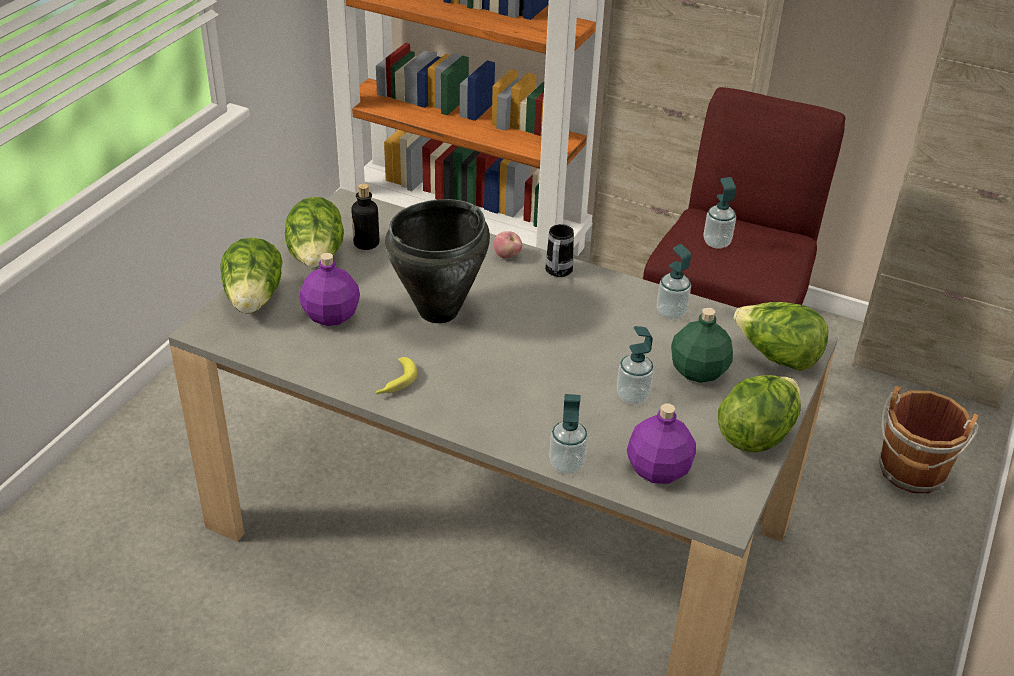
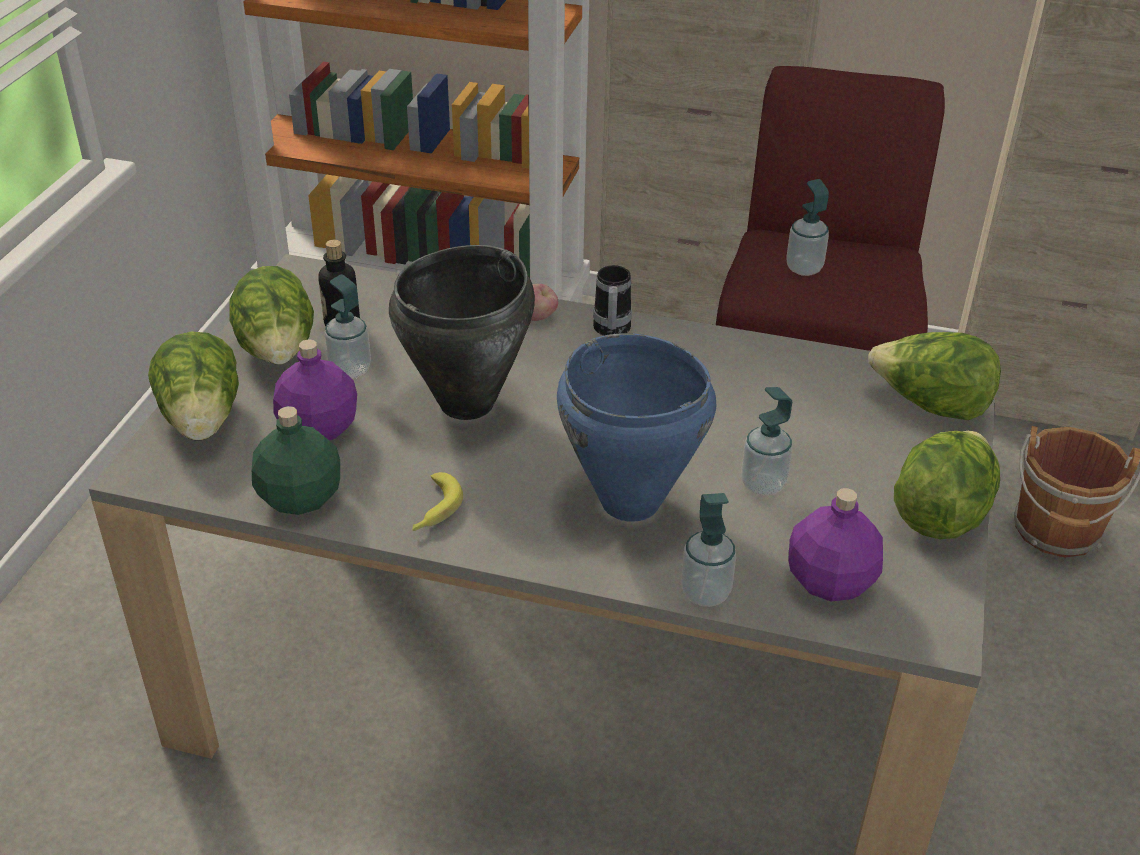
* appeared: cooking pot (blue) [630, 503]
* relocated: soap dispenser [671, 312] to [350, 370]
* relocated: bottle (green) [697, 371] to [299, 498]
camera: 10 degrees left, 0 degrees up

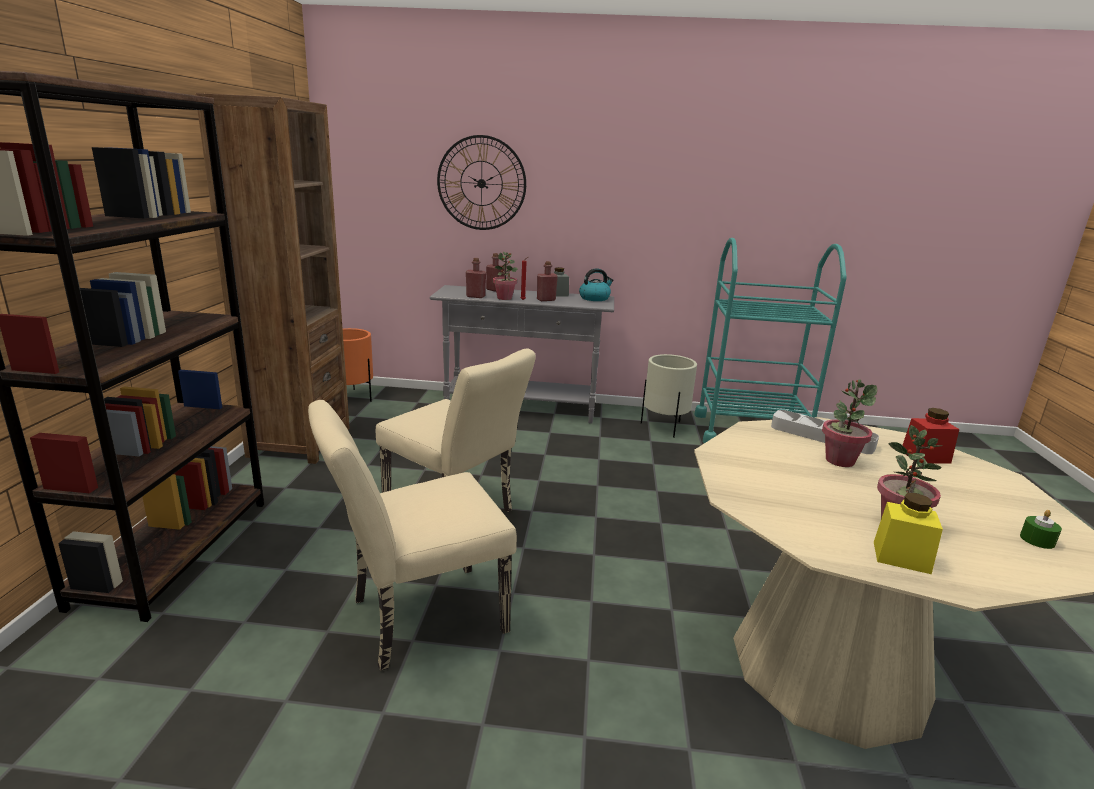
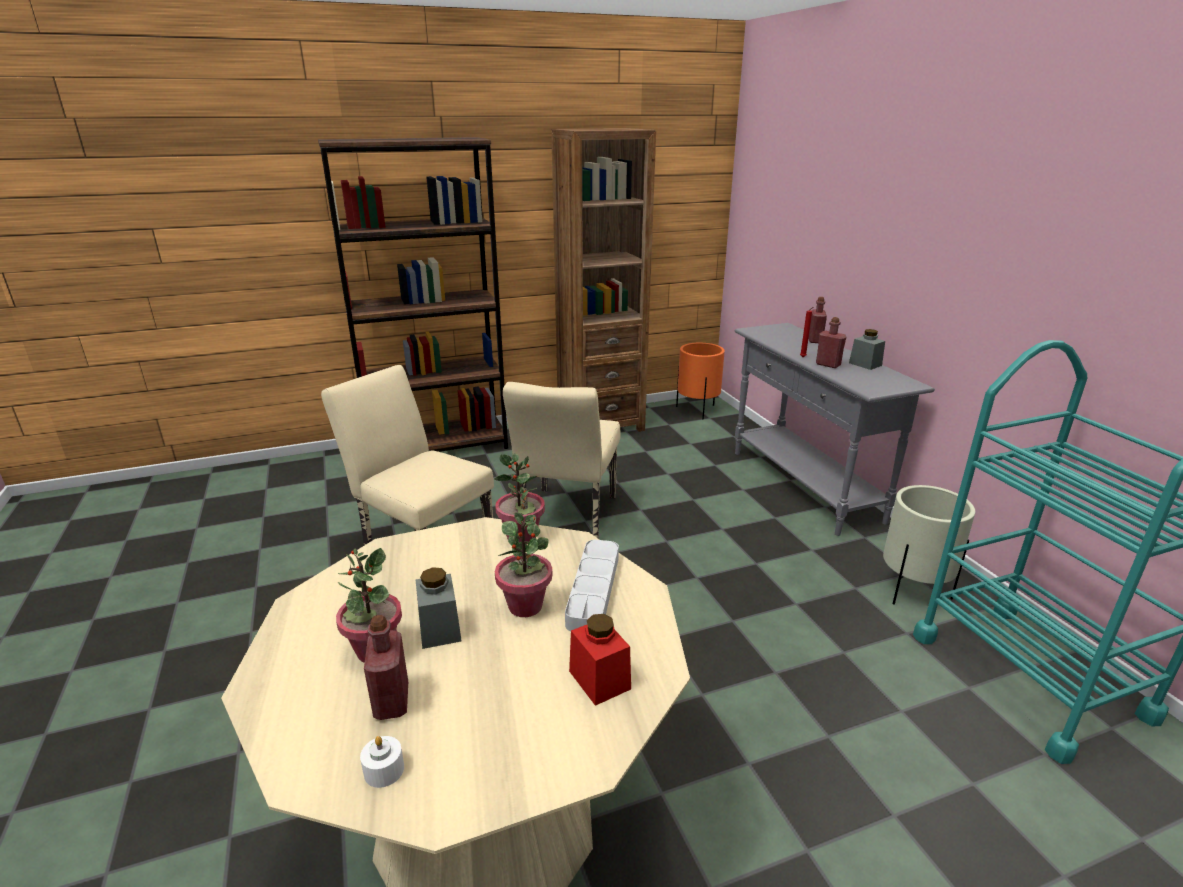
* missing: wall clock [481, 183]
* missing: kettle [595, 298]
* missing: jar (yellow) [901, 557]
* appeared: jar (grey) [439, 629]
* relocated: bottle (red) [475, 296] to [391, 701]
* relocated: potted plant [504, 298] to [522, 537]
* colour: candle (green) [1037, 540] to candle (white) [384, 770]
camera: 65 degrees right, 5 degrees up

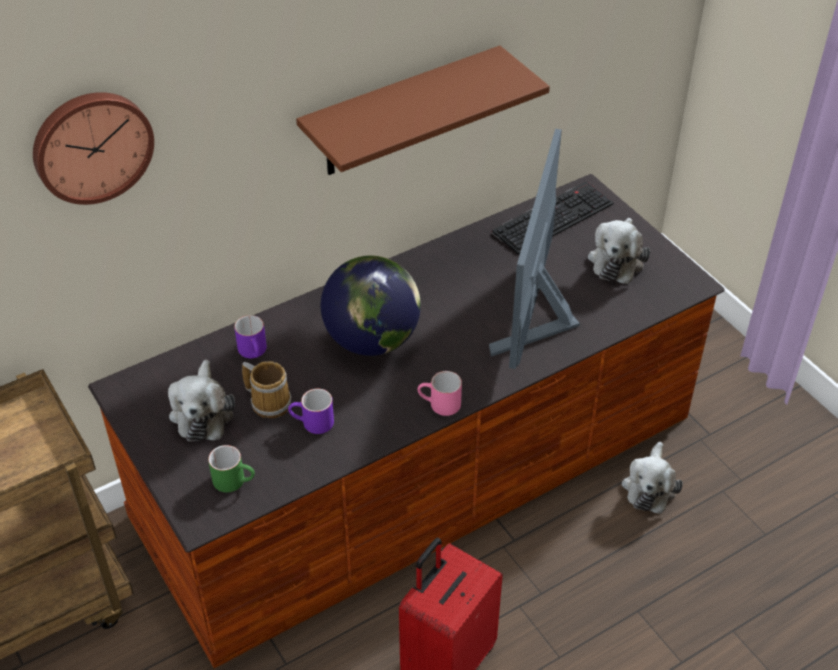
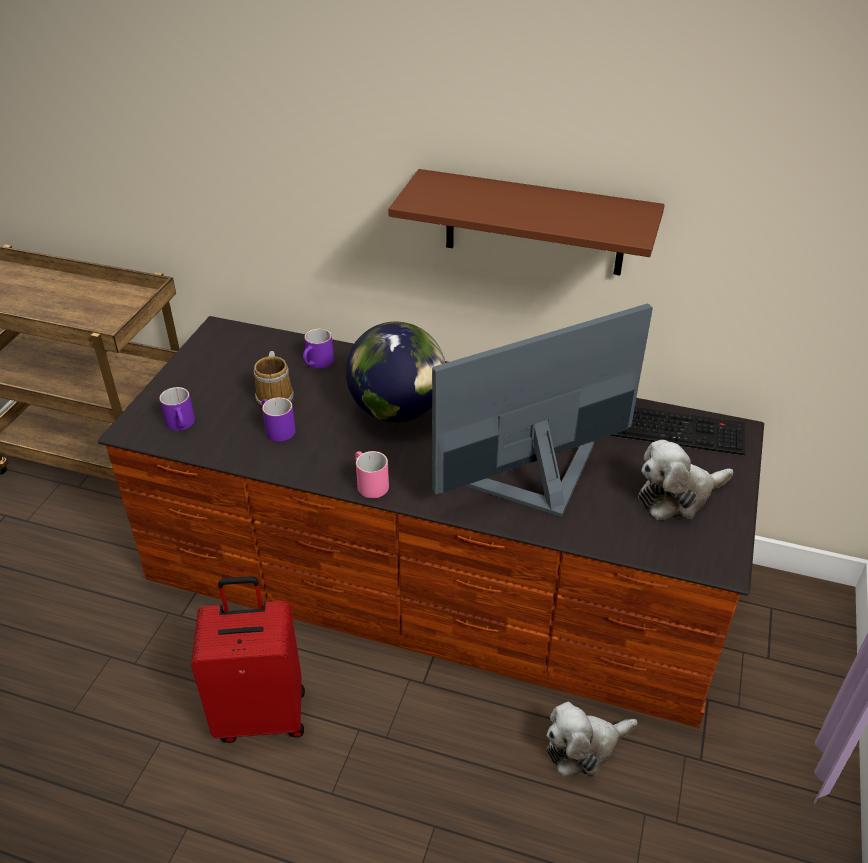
* missing: wall clock [91, 145]
* missing: plush toy [202, 412]
* colour: mug (green) [235, 480] to mug (purple) [182, 425]
camera: 50 degrees right, 5 degrees down

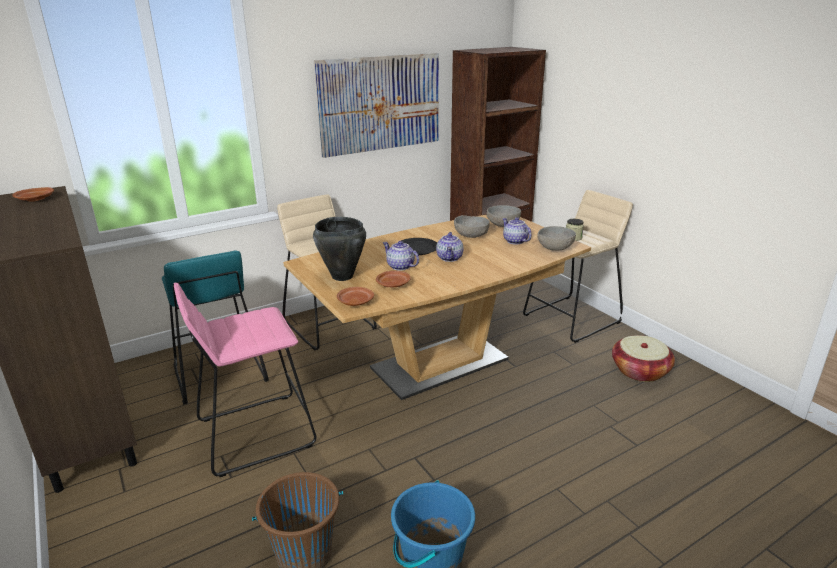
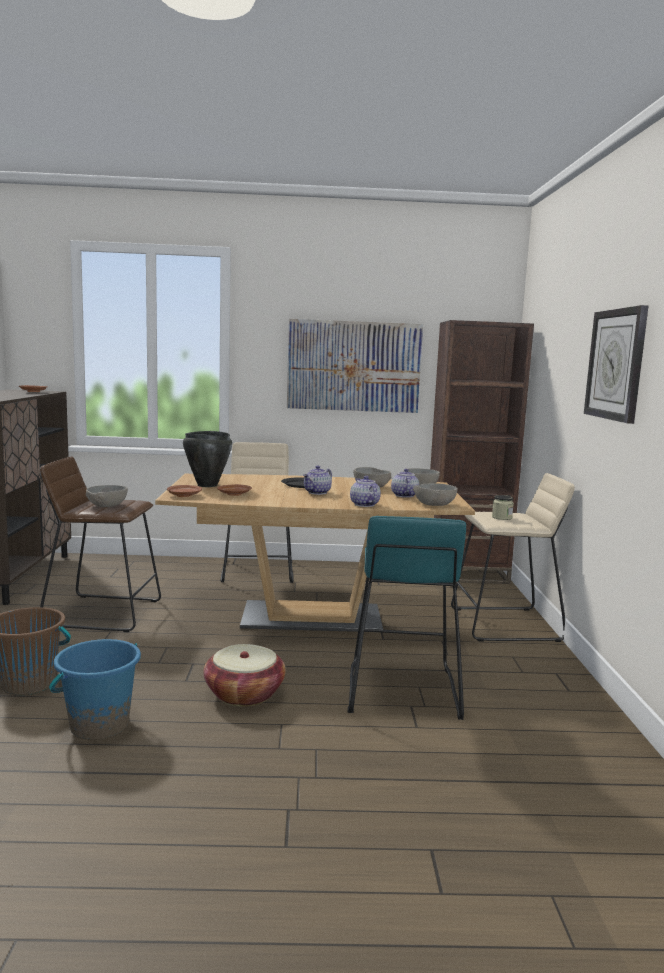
* appeared: bowl (grey) [106, 505]
* appeared: wall clock [616, 364]
* relocated: stool (turquoise) [218, 373] to [401, 690]
* relocated: teapot [400, 266] to [364, 504]
* relocated: basket [640, 371] to [244, 694]
* colour: stool (pink) [255, 432] to stool (brown) [103, 613]
camera: 30 degrees right, 15 degrees down

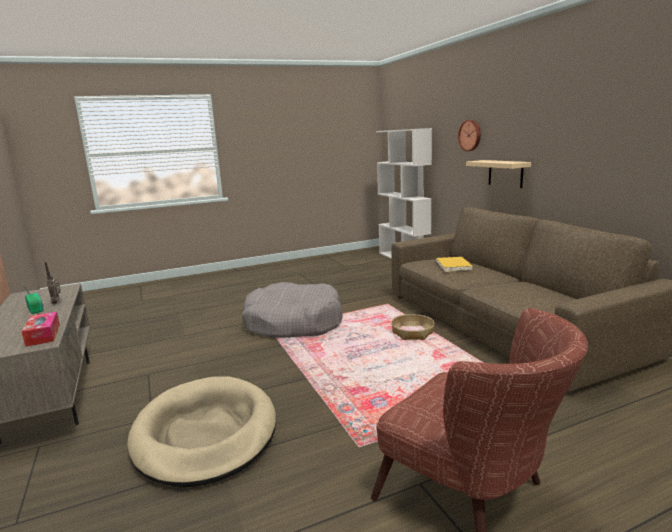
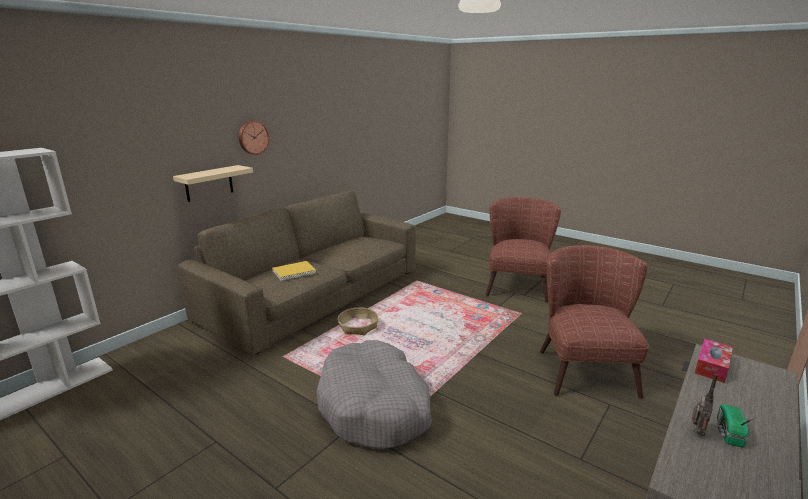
* relocated: wall clock [470, 135] to [253, 137]
* exchanged: dog bed (beige) [205, 433] to armchair (brown) [583, 367]
camera: 120 degrees left, 5 degrees up

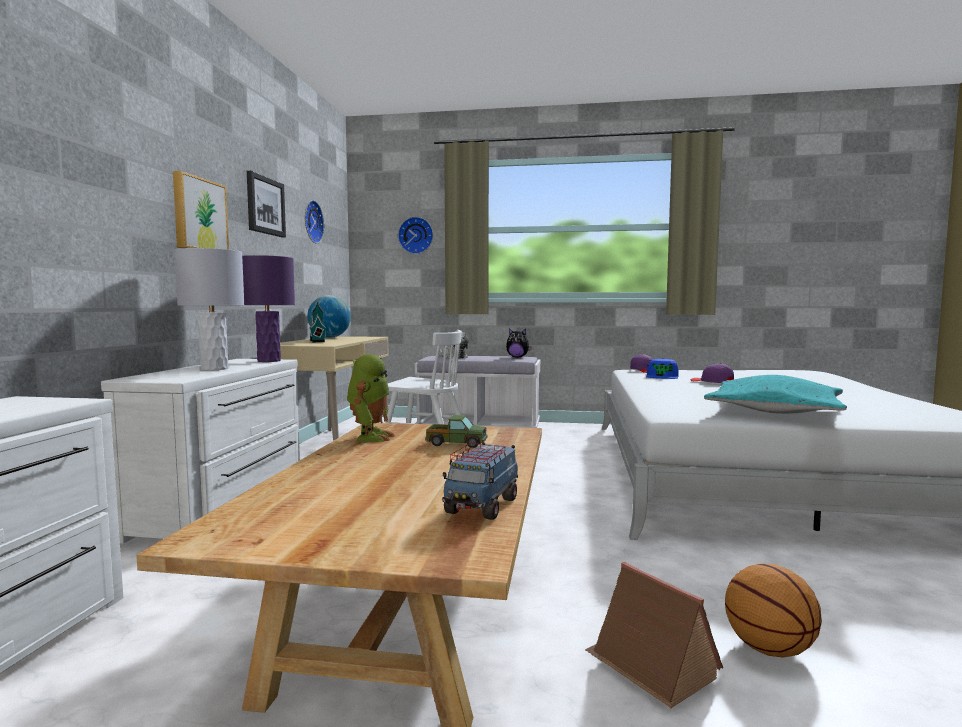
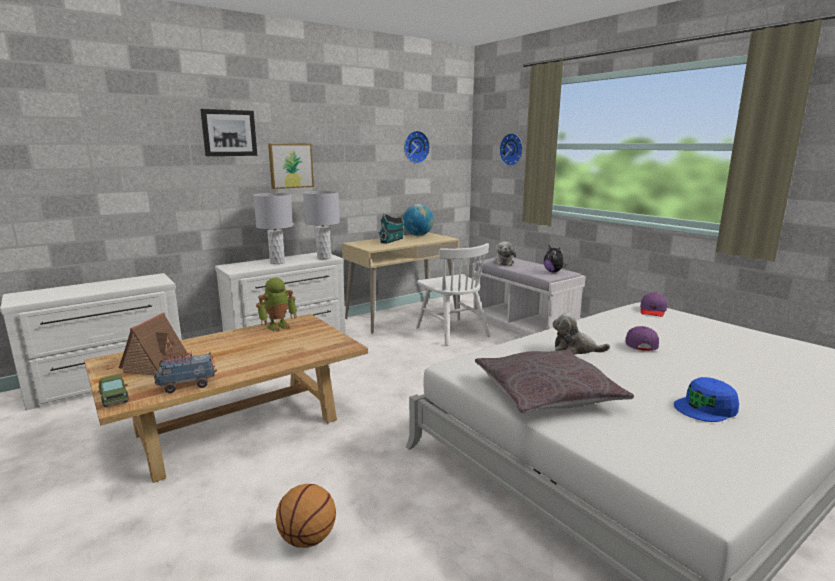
* appeared: plush toy [575, 349]
* relocated: picture [265, 206] to [229, 133]
* relocated: toy truck [456, 444] to [114, 397]
* relocated: toy house [650, 666] to [157, 363]
* relocated: cap (blue) [662, 376] to [706, 408]
* colour: table lamp (purple) [268, 361] to table lamp (grey) [324, 257]
* colour: pillow (turquoise) [774, 411] to pillow (grey) [546, 393]
camera: 45 degrees right, 10 degrees up

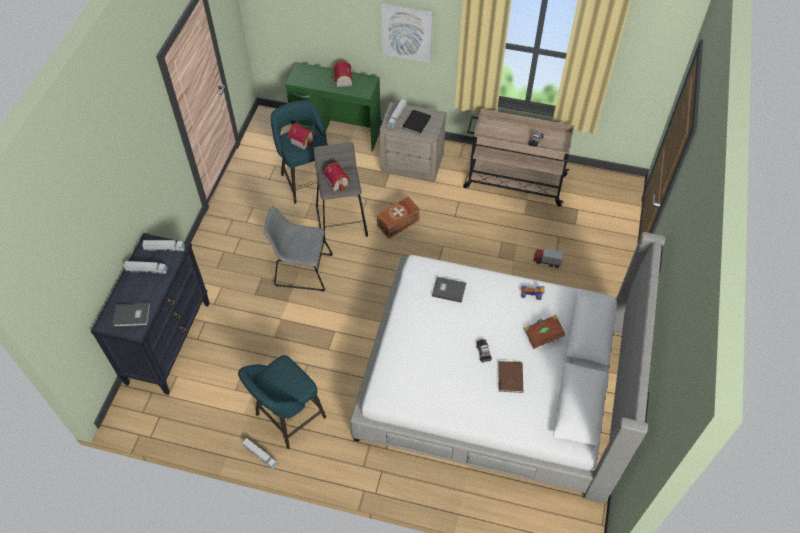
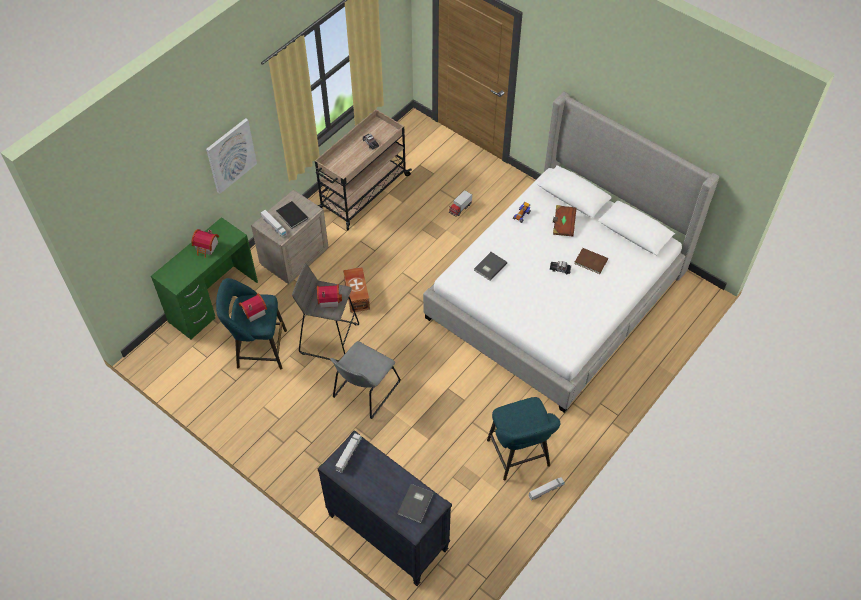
* missing: toy truck [146, 270]
camera: 65 degrees left, 0 degrees up

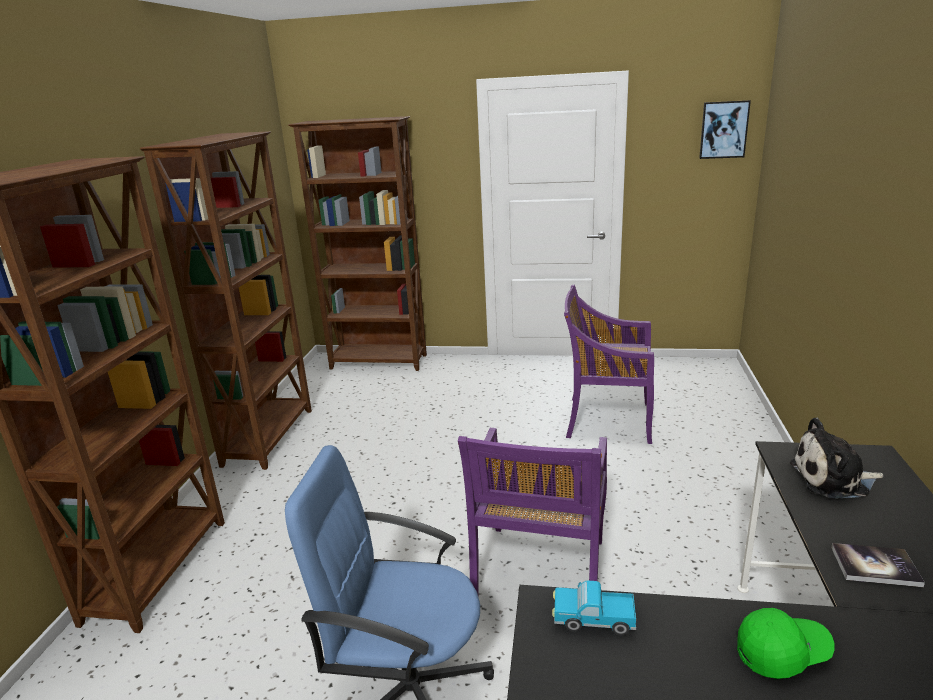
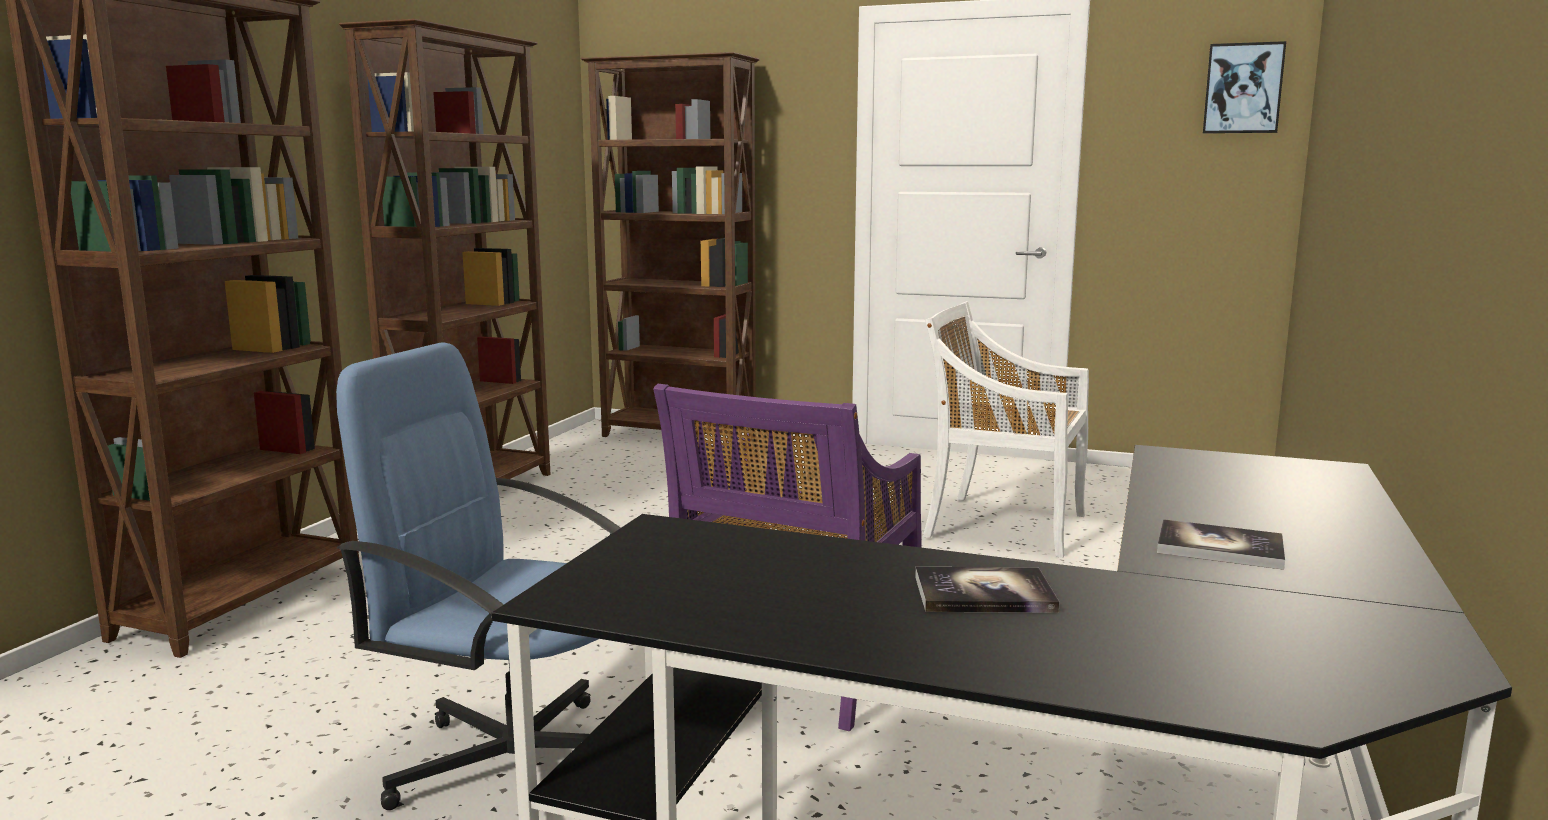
* missing: toy truck [593, 620]
* missing: plush toy [833, 479]
* exchanged: cap (green) [782, 652] to book [983, 594]
* colour: chair (purple) [606, 420] to chair (white) [1002, 525]
camera: 10 degrees right, 10 degrees down

